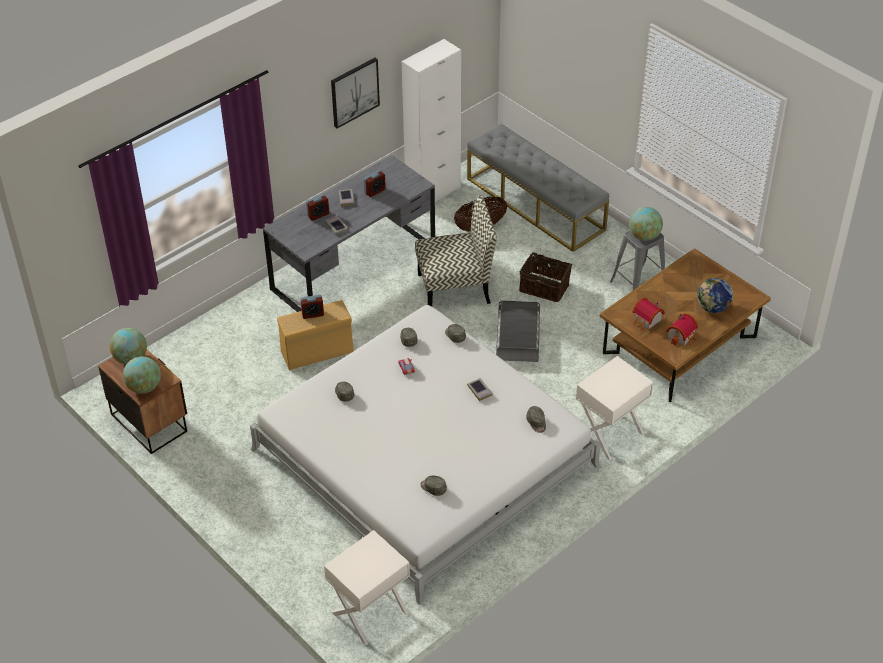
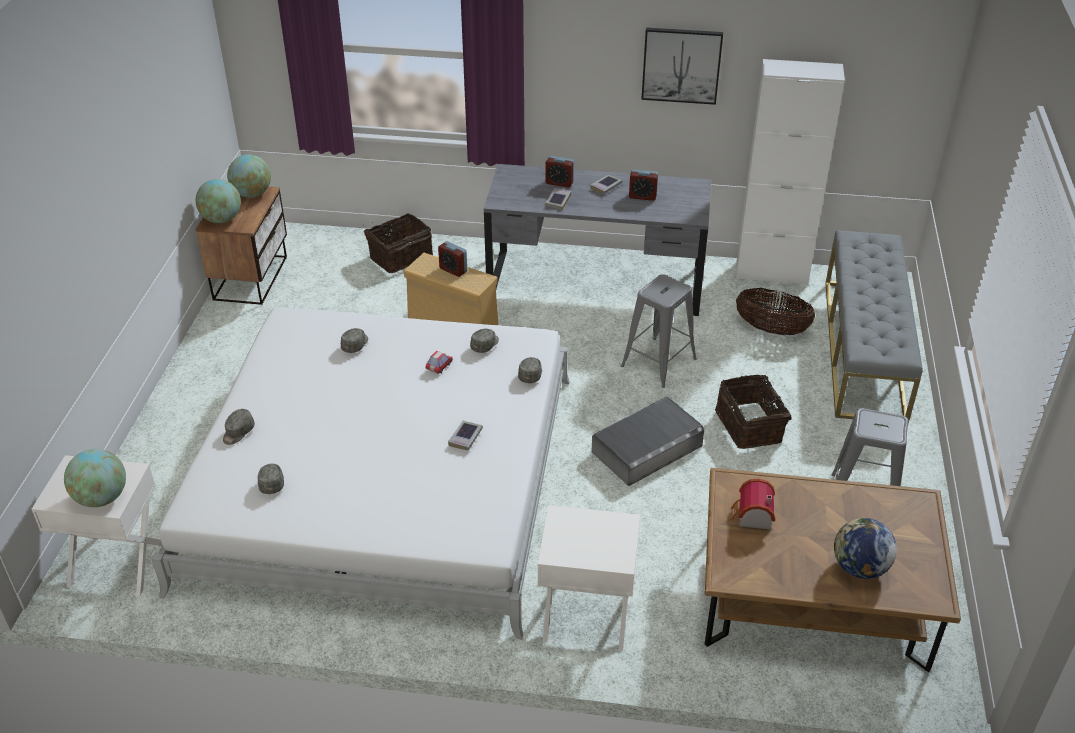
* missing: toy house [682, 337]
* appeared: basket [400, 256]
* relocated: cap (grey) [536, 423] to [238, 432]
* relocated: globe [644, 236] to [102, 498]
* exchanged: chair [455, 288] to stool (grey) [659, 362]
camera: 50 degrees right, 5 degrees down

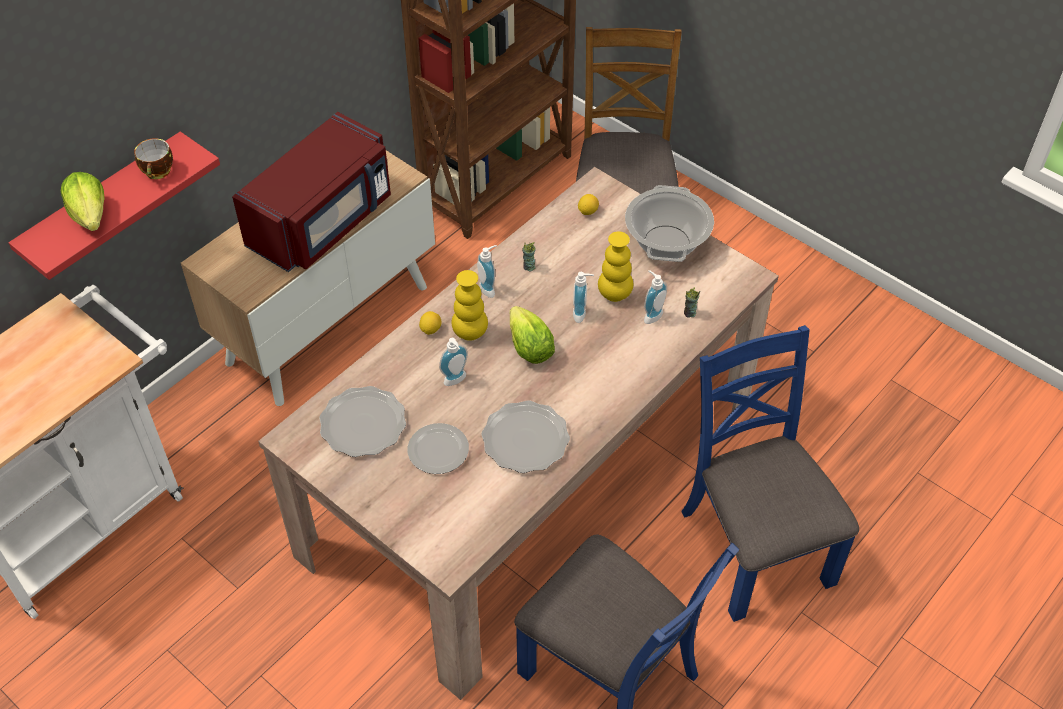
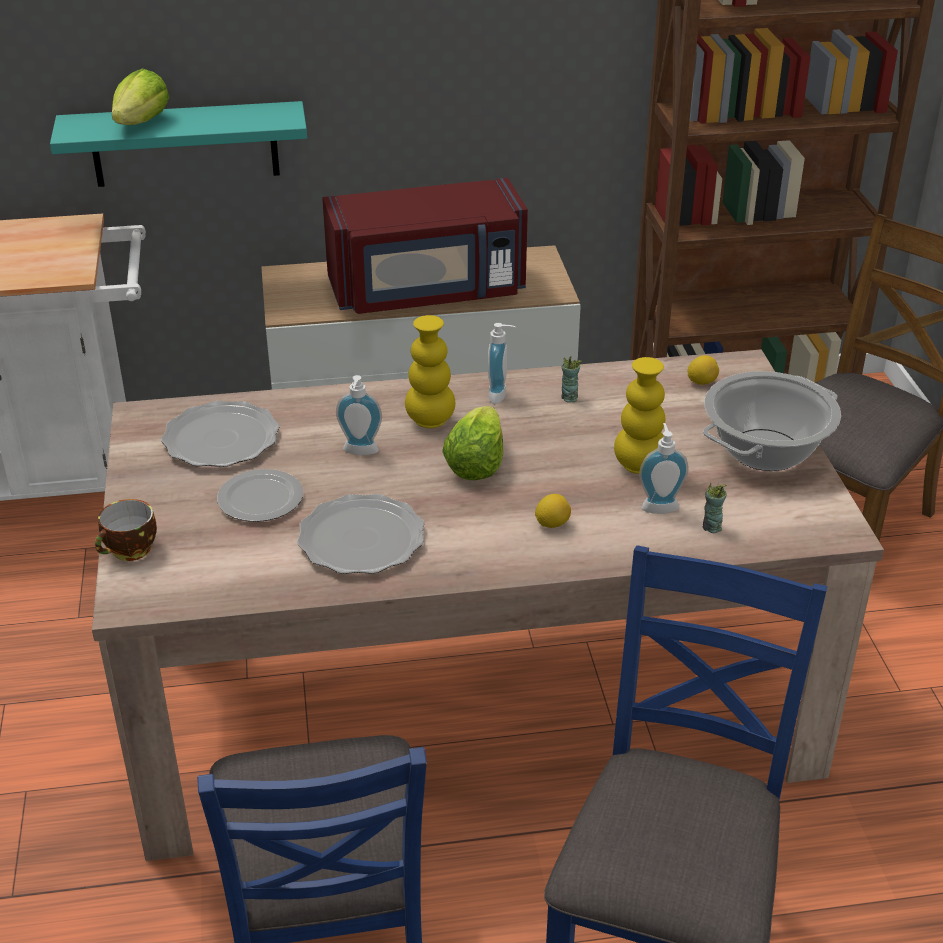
* missing: soap dispenser [582, 314]
* relocated: cup [158, 172] to [130, 551]
* relocated: lemon [430, 329] to [552, 524]
* colour: shelf (red) [105, 208] to shelf (turquoise) [185, 144]
camera: 40 degrees right, 15 degrees down

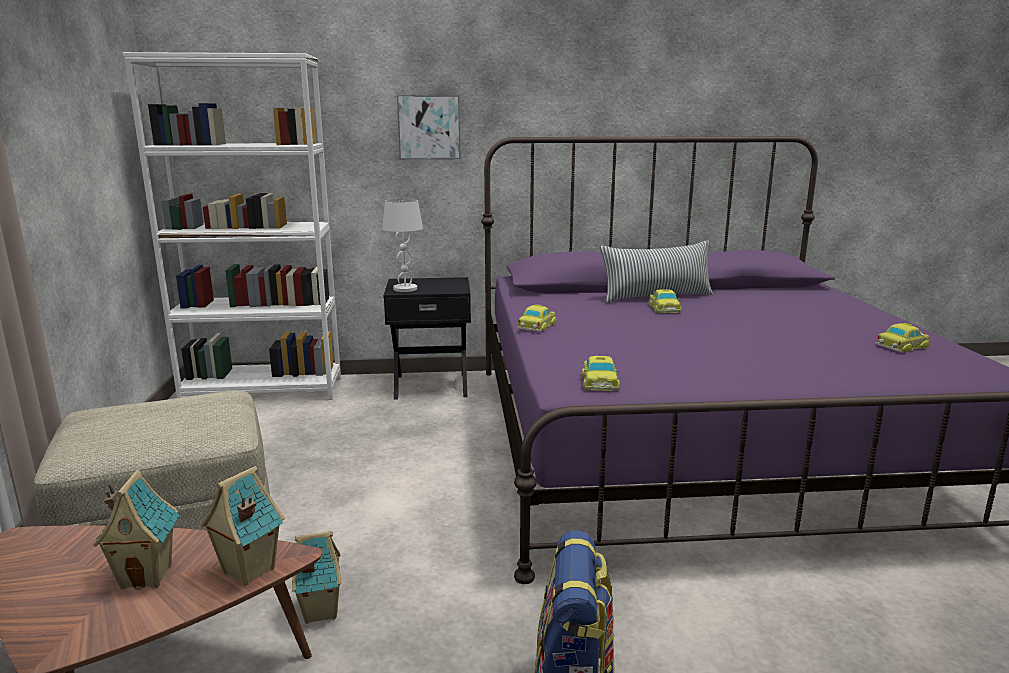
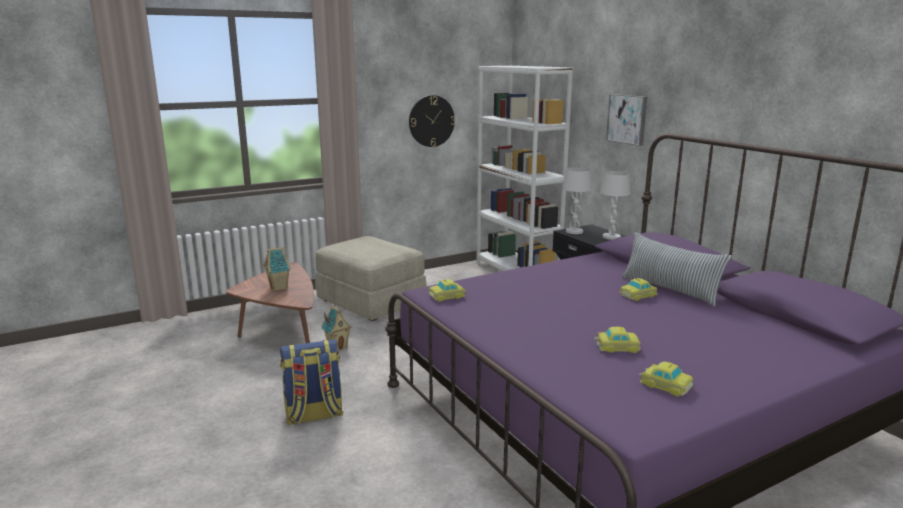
* missing: toy house [247, 571]
* appeared: wall clock [431, 121]
* appeared: table lamp (white) [611, 237]
* relocated: toy car [536, 326] to [616, 347]
camera: 65 degrees right, 0 degrees up

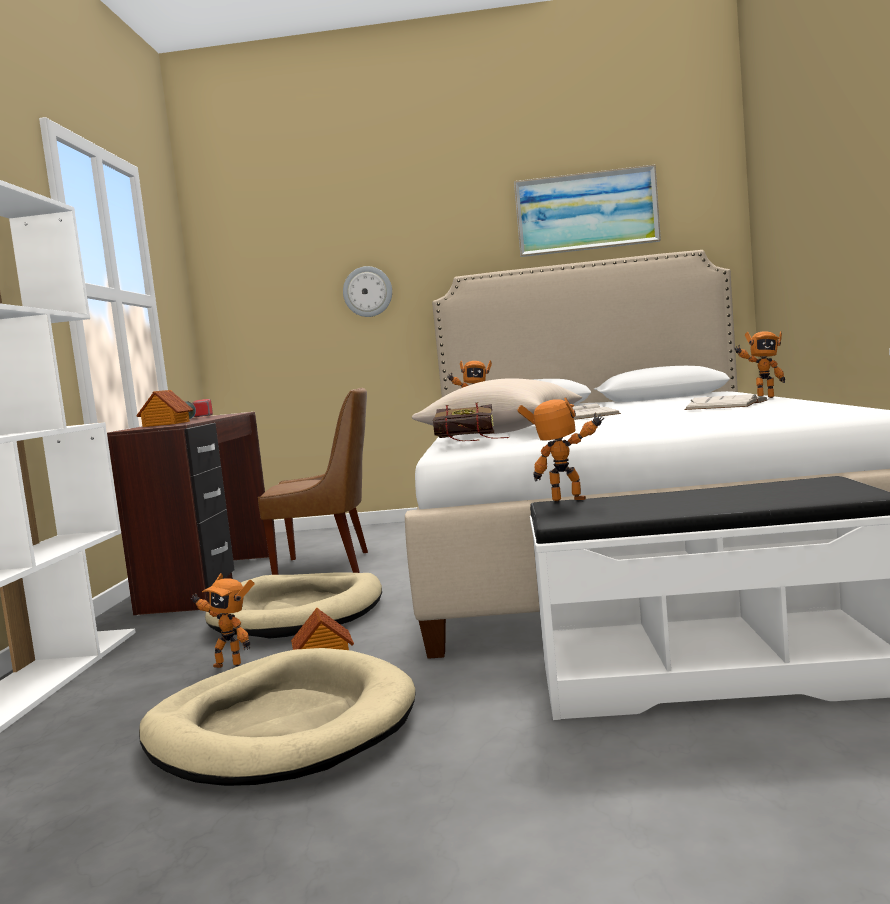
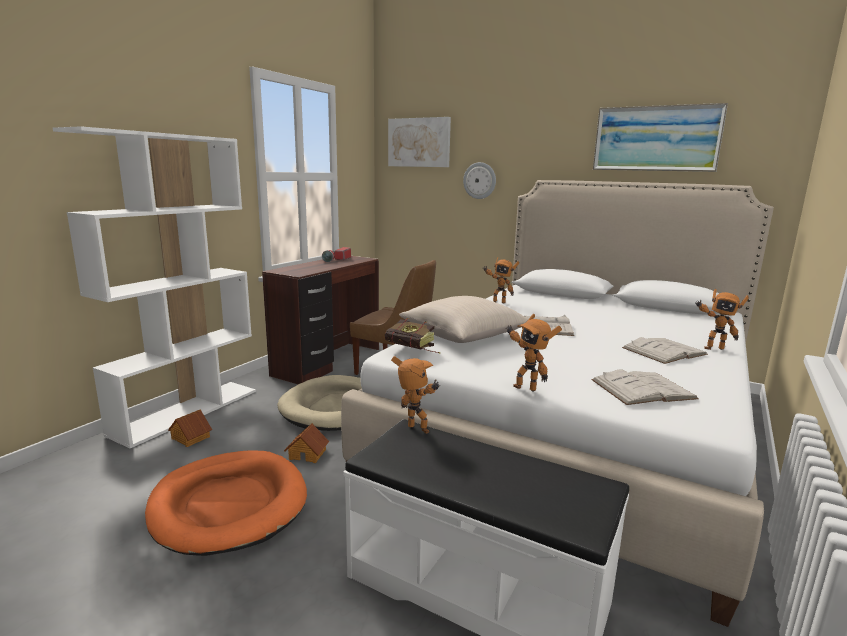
* appeared: picture [419, 142]
* appeared: book (white) [642, 389]
* relocated: toy house [166, 424] to [190, 438]
* relocated: toy robot [229, 664] to [525, 387]
* colour: dog bed (beige) [281, 727] to dog bed (orange) [229, 505]
camera: 25 degrees right, 10 degrees up

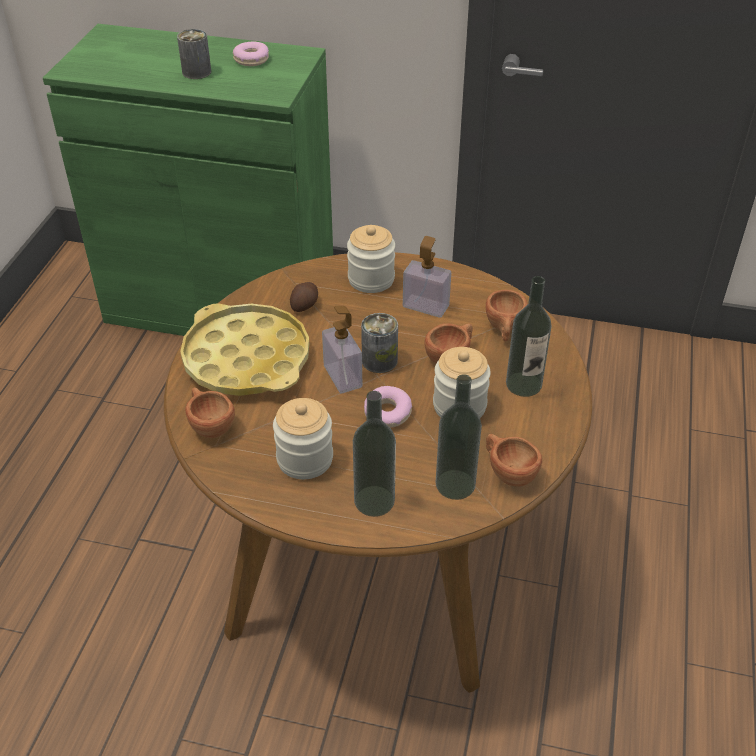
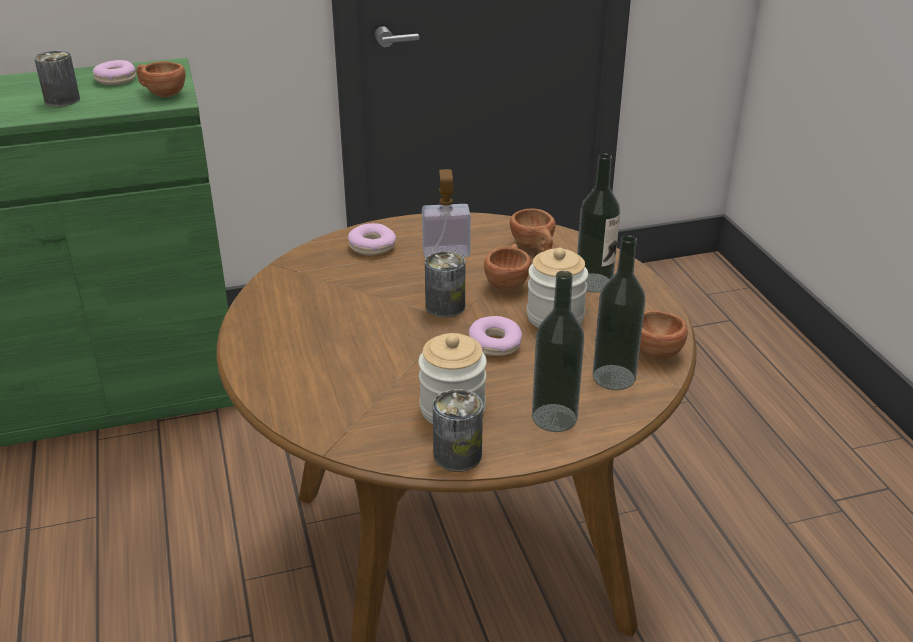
* missing: tray (yellow) [247, 359]
* missing: potato [305, 305]
* missing: soap dispenser [342, 376]
* appeared: can [457, 455]
* relocated: cup (brown) [209, 424] to [161, 93]
* exchanged: jar [371, 279] to donut [372, 247]
camera: 30 degrees left, 10 degrees down

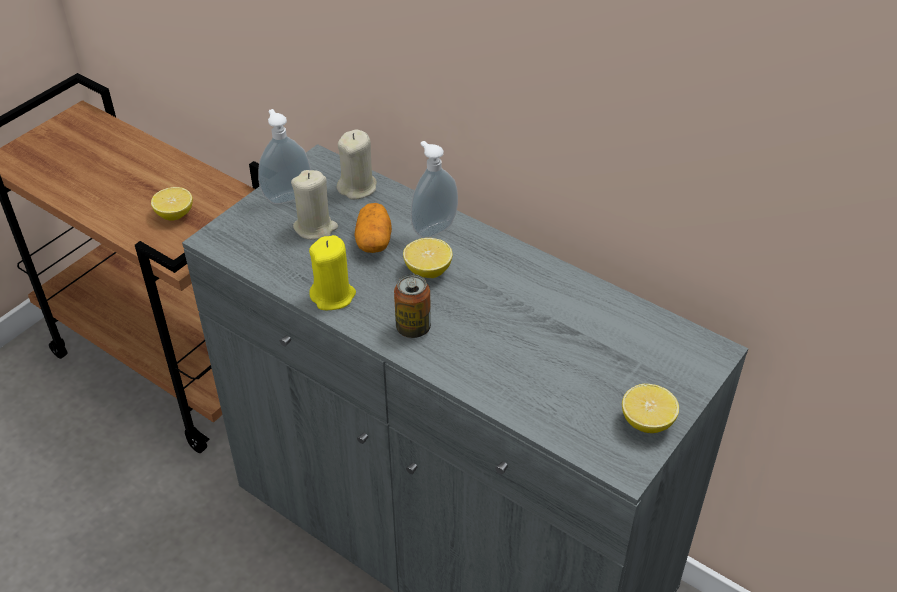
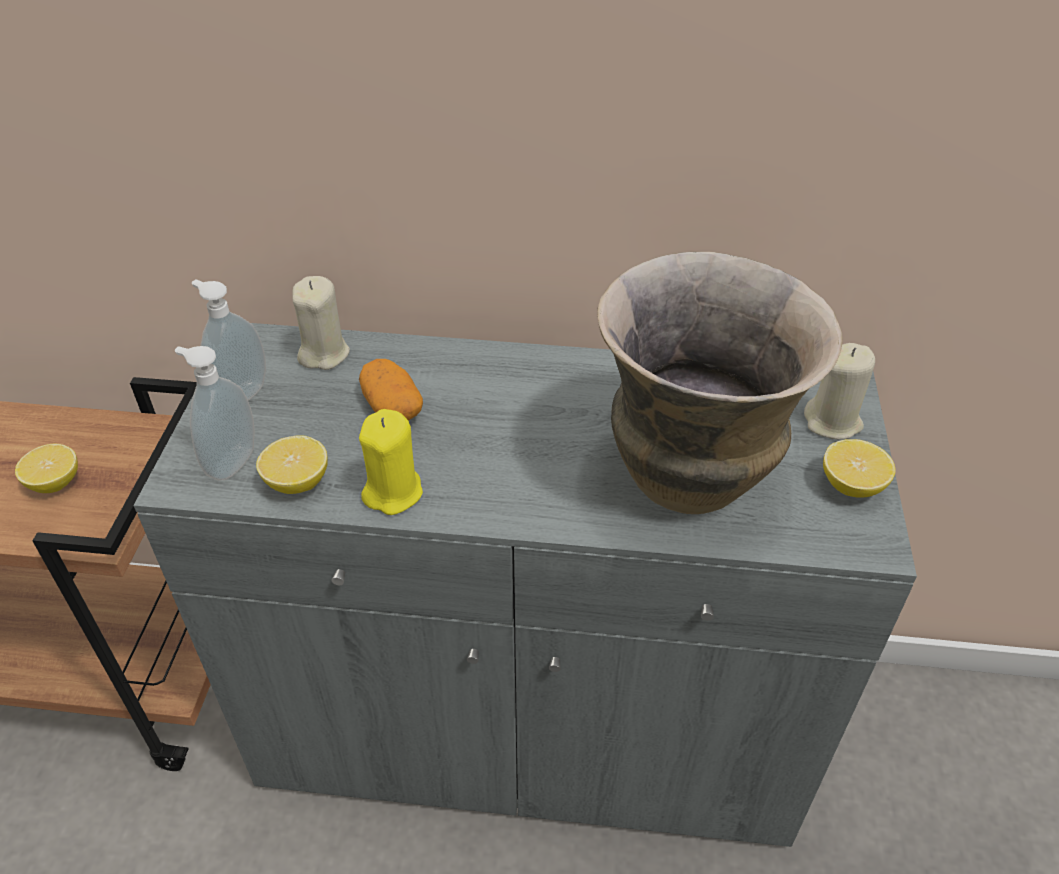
* missing: can [413, 328]
* appeared: vase [691, 476]
* relocated: candle (beige) [315, 228] to [833, 422]
* relocated: lemon [428, 270] to [297, 482]
* relocated: soap dispenser [433, 228] to [230, 462]
camera: 30 degrees left, 0 degrees up

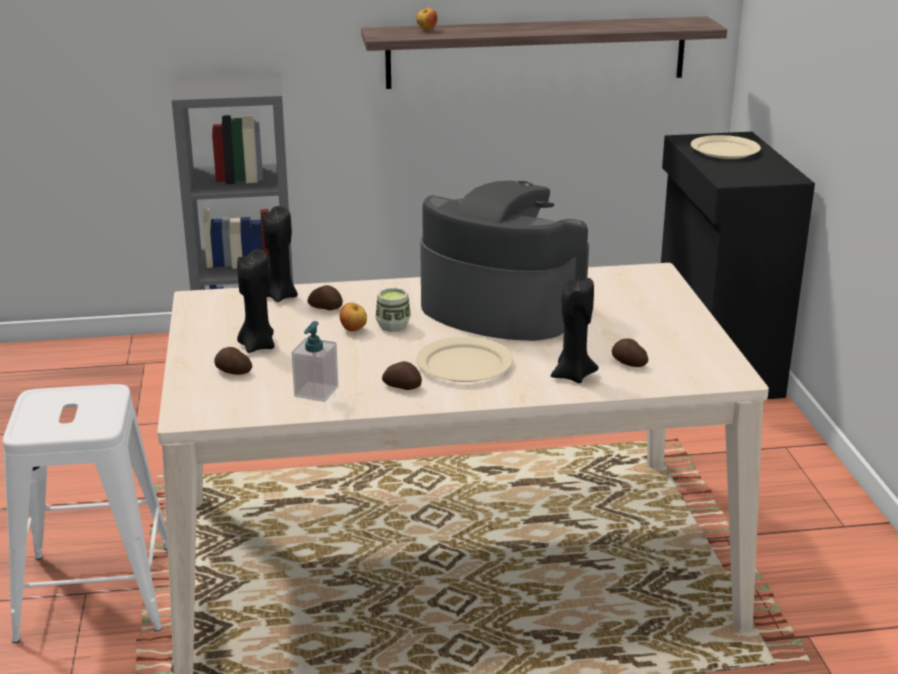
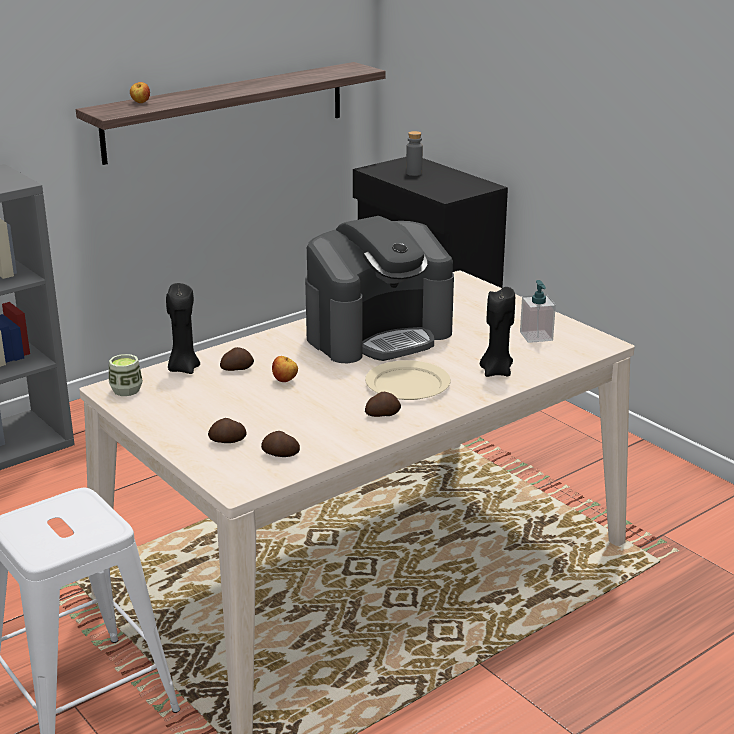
* missing: candle (black) [257, 346]
* relocated: soap dispenser [316, 392] to [536, 336]
* relocated: cup [393, 326] to [126, 390]
* relocated: potato [628, 363] to [280, 455]
* exchanged: plate (beige) [725, 150] to bottle (grey) [414, 173]
* spun: coffee machine [500, 308] = [379, 334] 150 degrees clockwise
camera: 30 degrees left, 0 degrees up

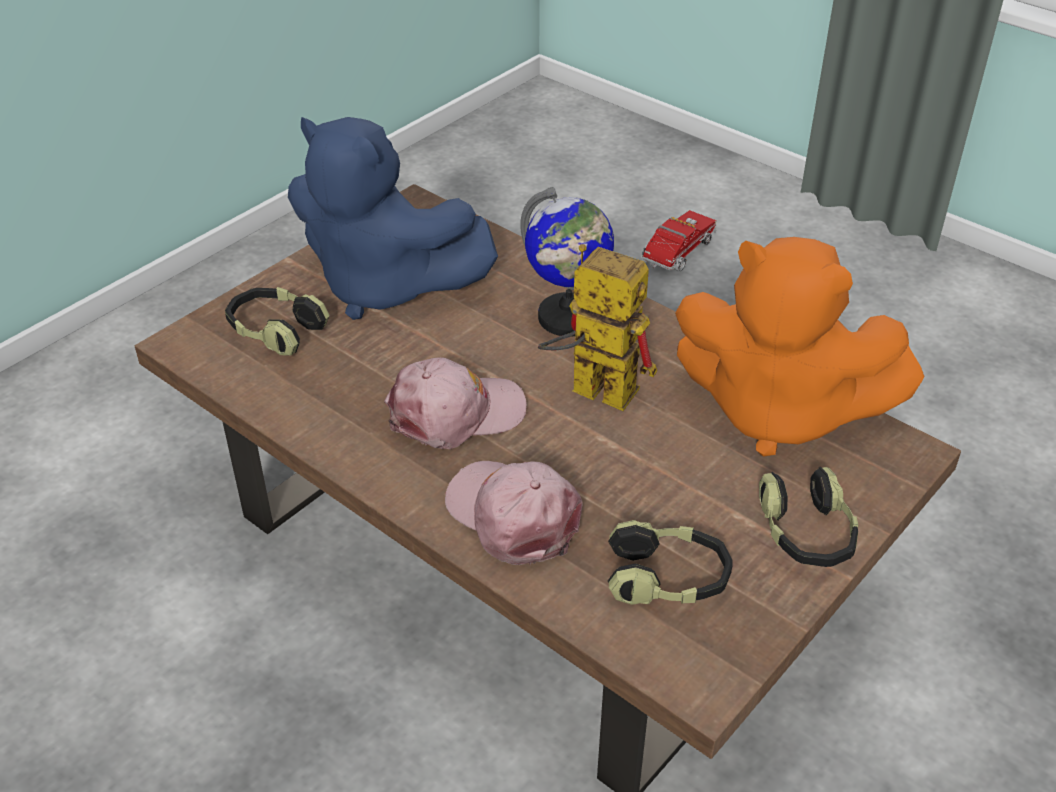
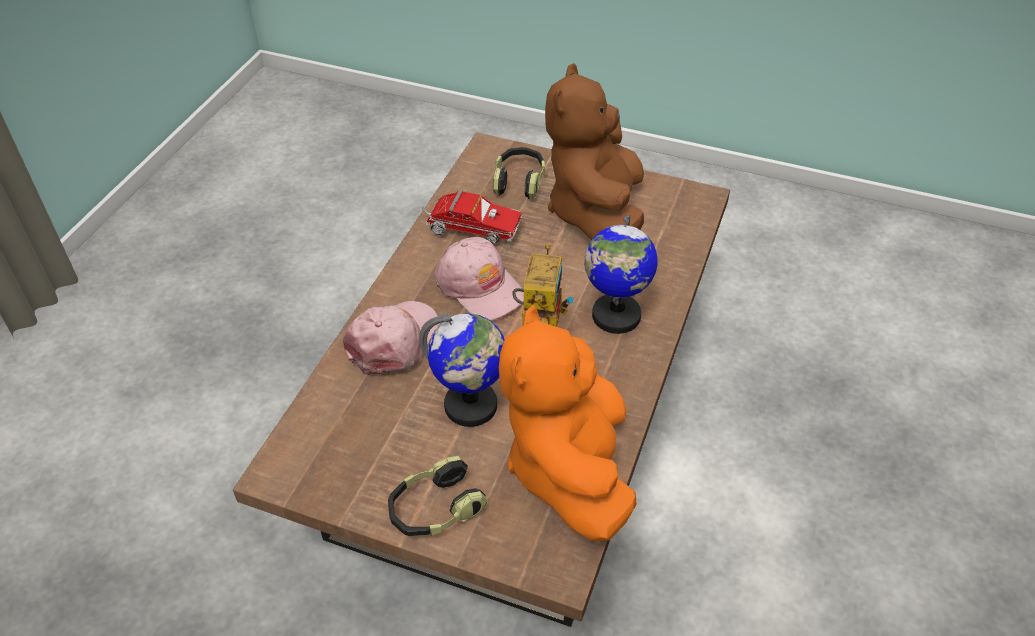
* missing: headphones [667, 579]
* appeared: globe [471, 406]
* relocated: toy truck [676, 254] to [469, 229]
* colour: plush toy (blue) [384, 286] to plush toy (brown) [596, 213]
camera: 70 degrees right, 5 degrees up

